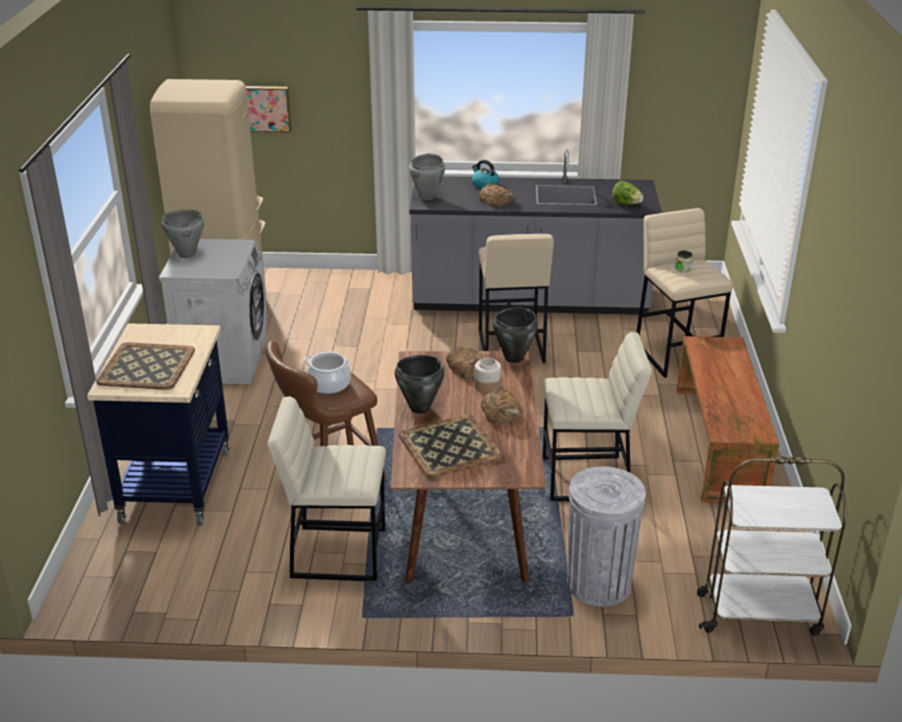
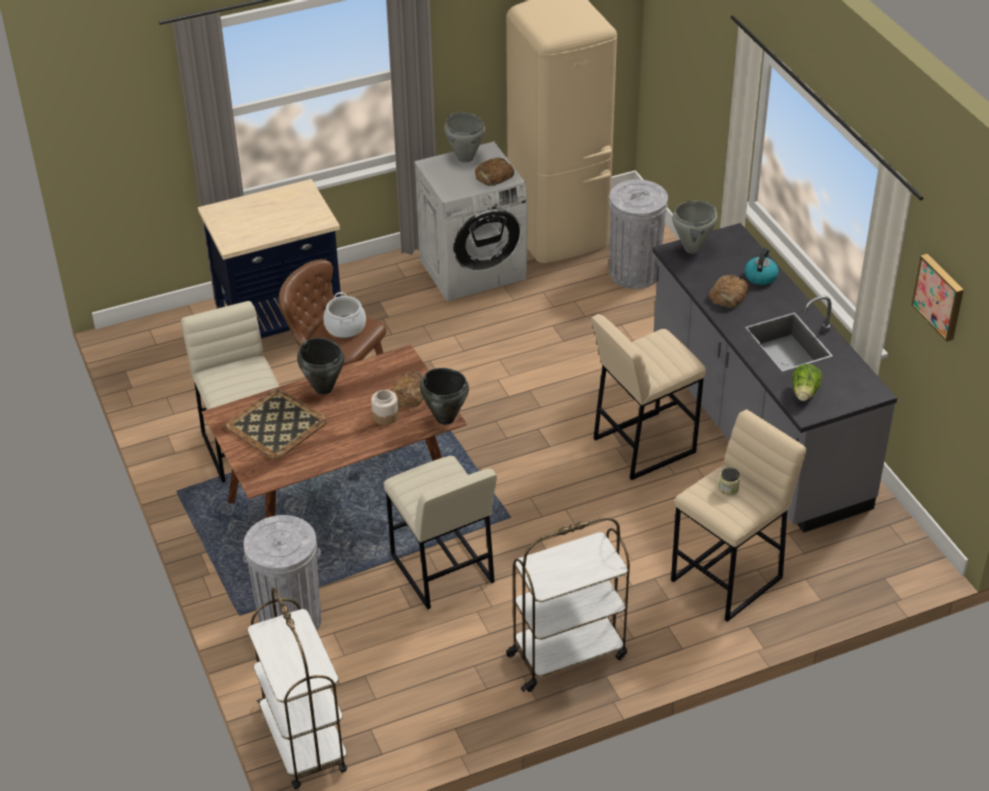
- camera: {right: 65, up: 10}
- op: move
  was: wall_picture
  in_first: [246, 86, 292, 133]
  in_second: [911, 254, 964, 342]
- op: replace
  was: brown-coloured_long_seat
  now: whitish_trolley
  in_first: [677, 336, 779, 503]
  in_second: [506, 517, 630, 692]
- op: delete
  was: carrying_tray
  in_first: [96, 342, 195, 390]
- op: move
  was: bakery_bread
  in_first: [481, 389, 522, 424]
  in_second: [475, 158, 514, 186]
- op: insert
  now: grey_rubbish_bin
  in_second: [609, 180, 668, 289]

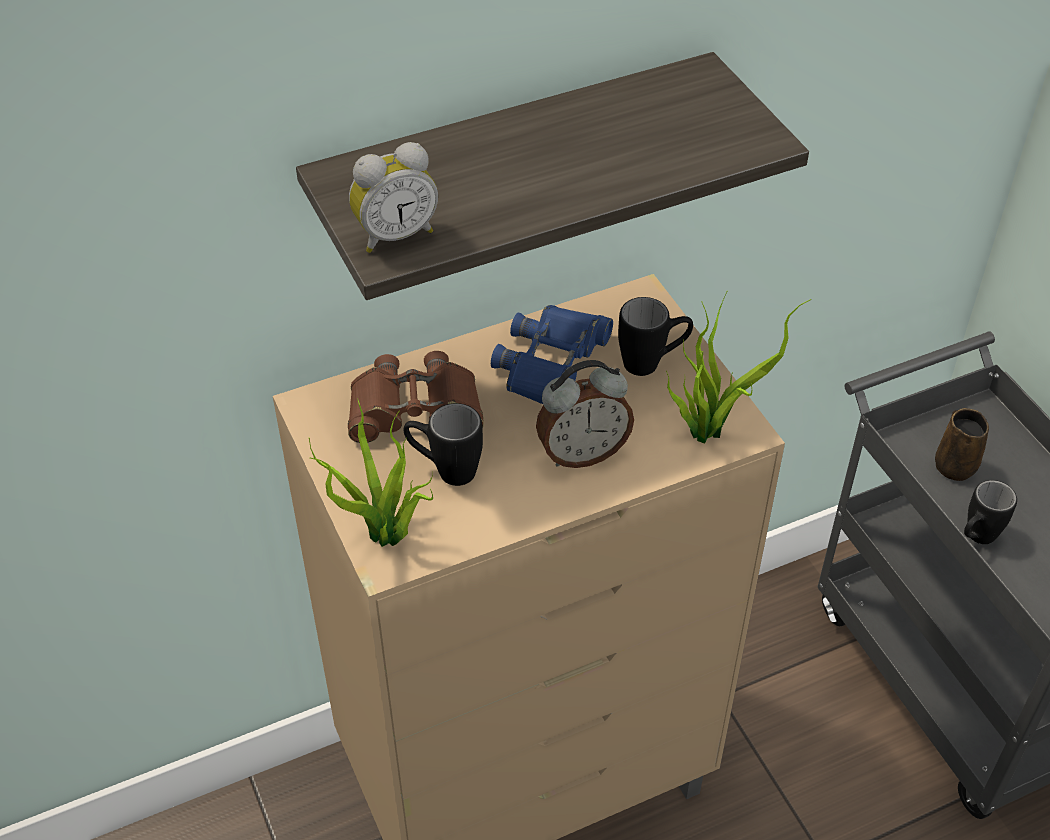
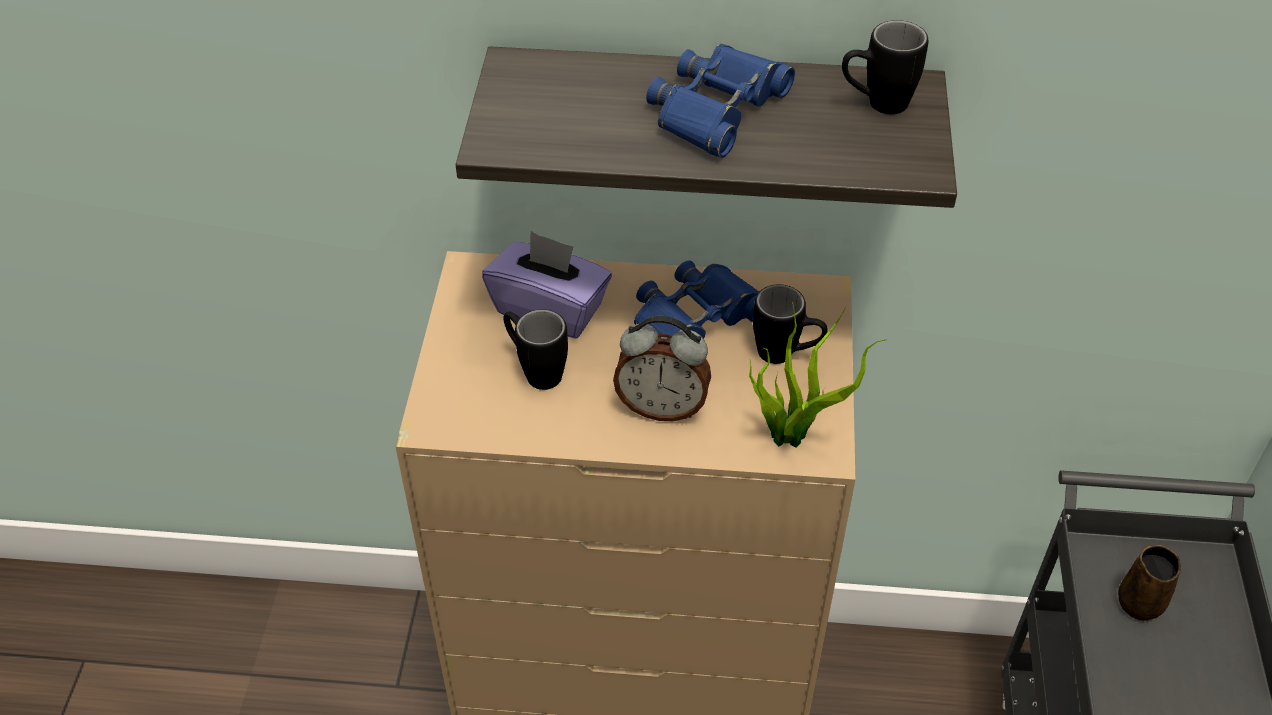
- camera: {right: 30, up: 0}
- op: delete
  was: alarm_clock
  in_first: [349, 142, 438, 253]
- op: replace
  was: brown-coloured_field_glasses
  now: purple-coloured_box_of_tissues
  in_first: [348, 351, 484, 443]
  in_second: [482, 231, 612, 339]
- op: delete
  was: houseplant
  in_first: [309, 398, 433, 547]
- op: move
  was: black-coloured_mug
  in_first: [964, 480, 1017, 544]
  in_second: [842, 20, 928, 114]
- op: insert
  now: blue-coloured_field_glasses
  in_second: [646, 44, 795, 158]

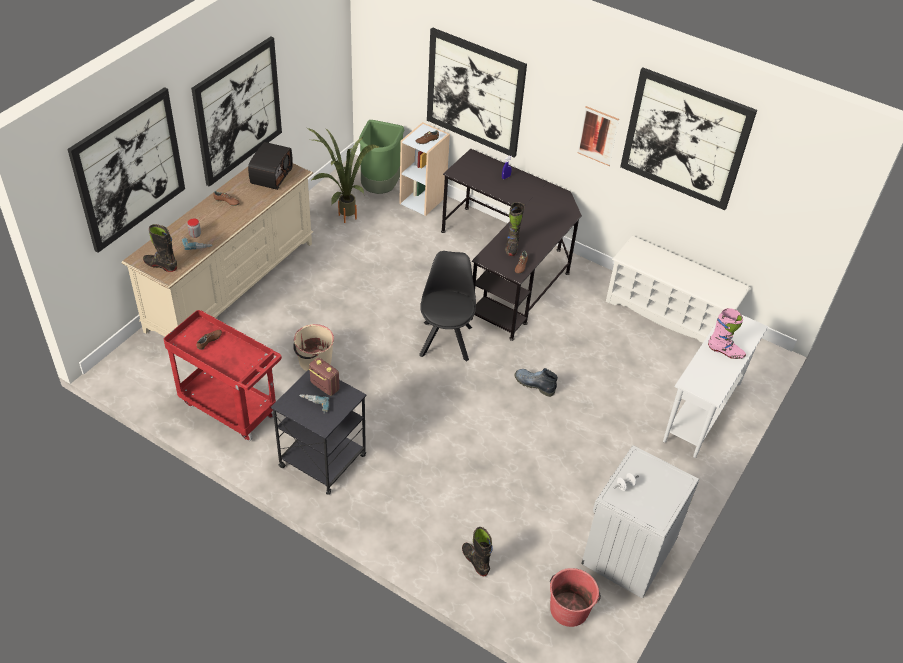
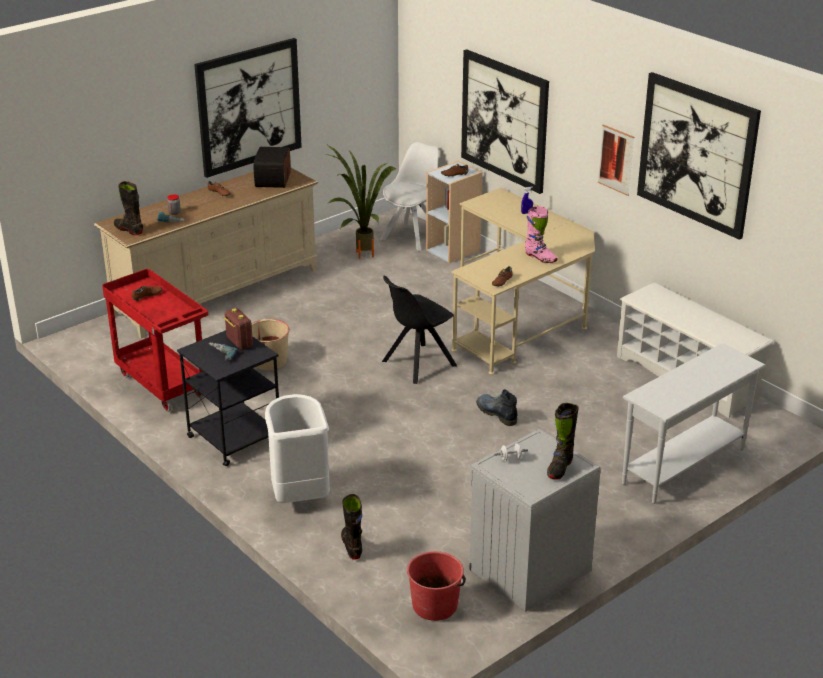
- camera: {right: 20, up: -15}
- op: delete
  was: wall_picture
  in_first: [67, 87, 185, 253]
- op: replace
  was: green_rubbish_bin
  now: whitish_plain_chair
  in_first: [359, 120, 405, 194]
  in_second: [380, 142, 439, 251]
- op: rotate
  was: radio
  in_first: [248, 142, 293, 190]
  in_second: [253, 147, 291, 188]
  clockwise: 150
- op: recolor
  was: black-coloured_desk
  now: beige-coloured_desk
  in_first: [441, 149, 582, 341]
  in_second: [451, 188, 595, 374]
- op: move
  was: black-coloured_tall_boot
  in_first: [505, 202, 524, 256]
  in_second: [547, 403, 579, 480]
- op: rotate
  was: black-coloured_plain_chair
  in_first: [419, 251, 476, 362]
  in_second: [382, 276, 457, 384]
  clockwise: -150
- op: move
  was: pink_tall_boot
  in_first: [708, 308, 746, 359]
  in_second: [525, 206, 558, 263]
- op: insert
  now: whitish_rubbish_bin
  in_second: [265, 394, 330, 503]

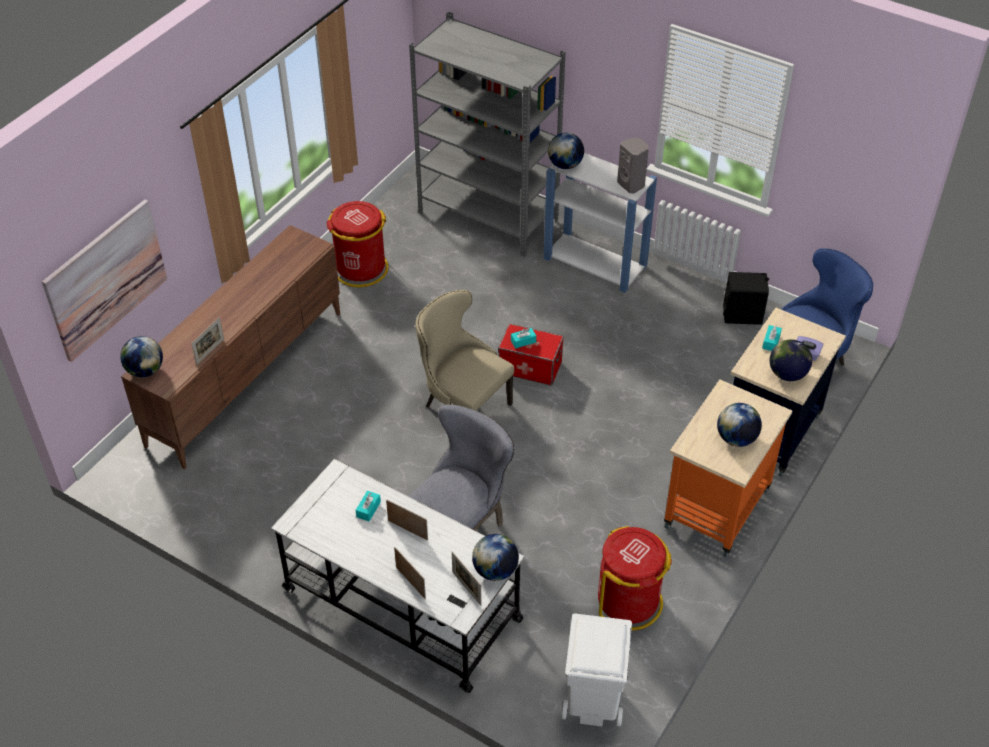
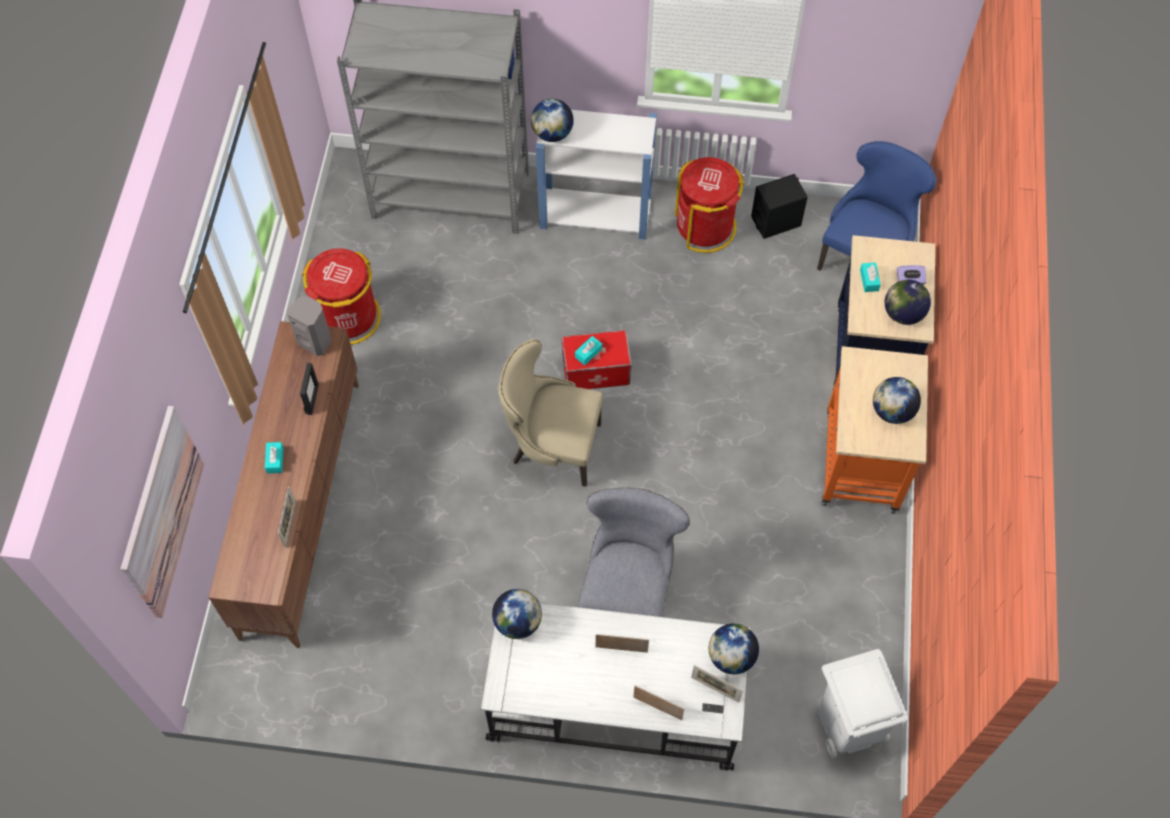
- camera: {right: -25, up: 15}
- op: move
  was: grey_speaker
  in_first: [617, 137, 649, 194]
  in_second: [287, 296, 332, 356]
- op: move
  was: globe
  in_first: [120, 336, 163, 377]
  in_second: [492, 589, 542, 639]
- op: move
  was: blue-green_box_of_tissues
  in_first: [356, 491, 381, 521]
  in_second: [265, 442, 283, 473]
- op: move
  was: reddish_rubbish_bin
  in_first: [598, 526, 672, 631]
  in_second: [675, 157, 744, 253]
- op: insert
  now: photo_frame
  in_second: [300, 363, 319, 415]

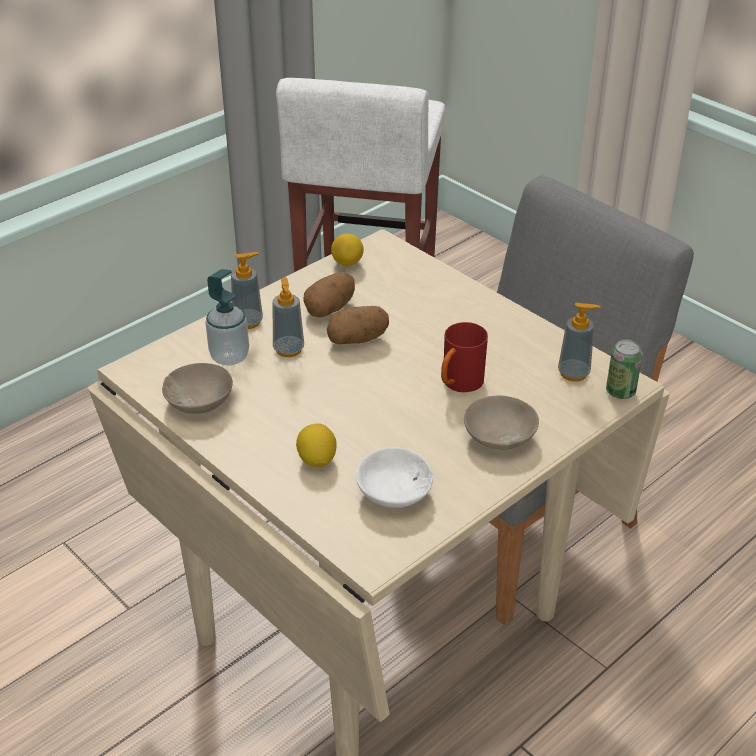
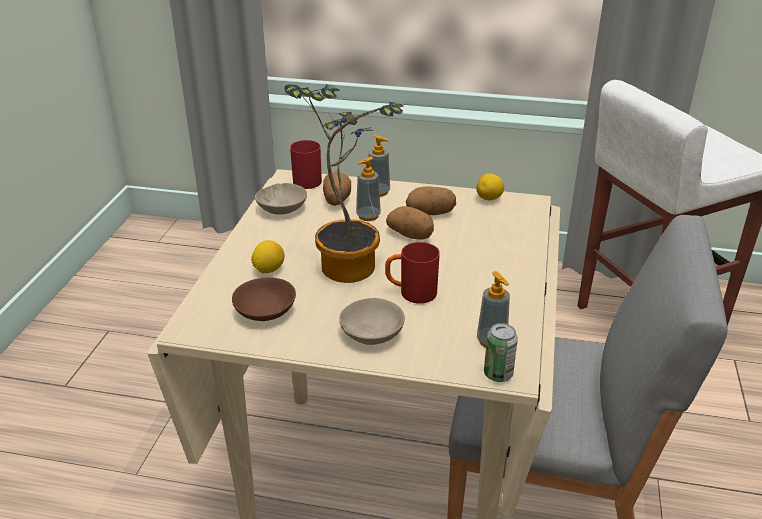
- camera: {right: 55, up: -5}
- op: replace
  was: soap_dispenser
  now: spud
  in_first: [205, 269, 249, 366]
  in_second: [323, 172, 351, 206]
- op: recolor
  was: whitish_bowl
  now: brown-coloured_bowl
  in_first: [356, 447, 433, 508]
  in_second: [232, 277, 296, 321]
- op: insert
  now: houseplant
  in_second: [284, 84, 403, 283]
- op: insert
  now: reddish_mug
  in_second: [290, 140, 322, 189]

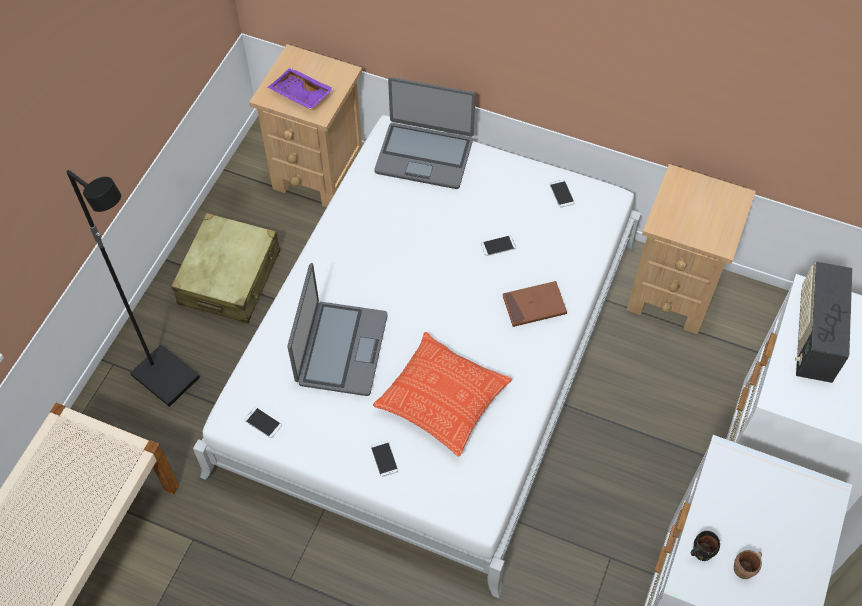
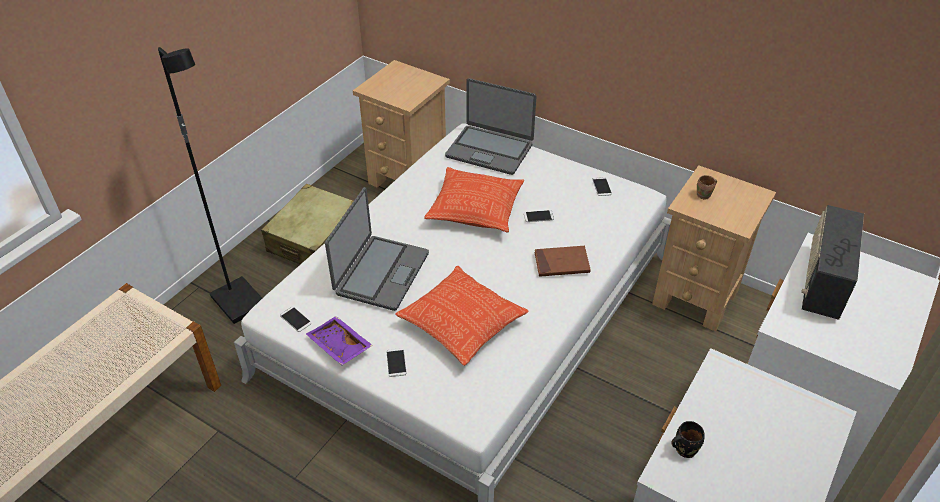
- camera: {right: 10, up: -15}
- op: move
  was: purple-coloured_carrying_tray
  in_first: [268, 68, 334, 109]
  in_second: [306, 316, 373, 365]
- op: move
  was: brown-coloured_mug
  in_first: [734, 550, 762, 579]
  in_second: [697, 175, 717, 199]
- op: insert
  now: orangey_pillow
  in_second: [424, 167, 524, 232]

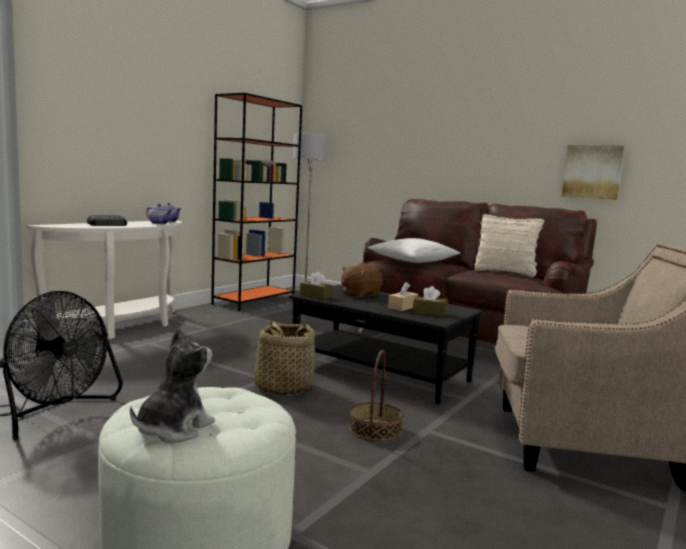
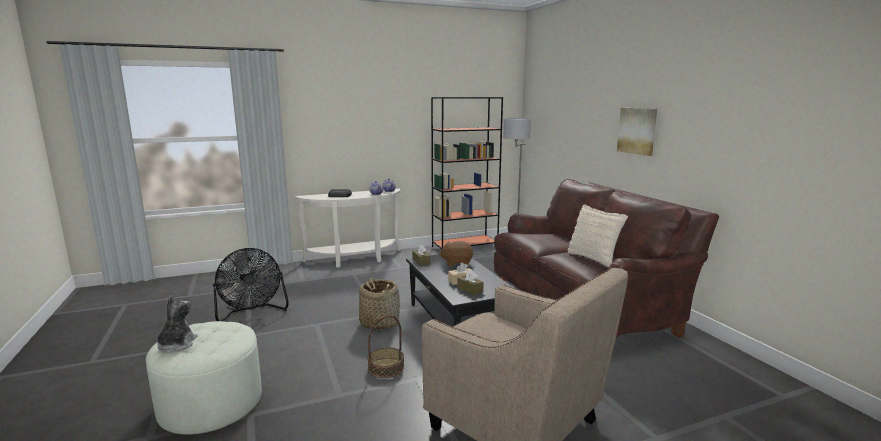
- camera: {right: 35, up: 5}
- op: move
  was: wall_picture
  in_first: [562, 145, 625, 200]
  in_second: [617, 108, 657, 156]
- op: delete
  was: whitish_pillow
  in_first: [368, 238, 460, 263]
- op: rotate
  was: cuddly_toy
  in_first: [130, 327, 215, 443]
  in_second: [157, 295, 198, 351]
  clockwise: -60

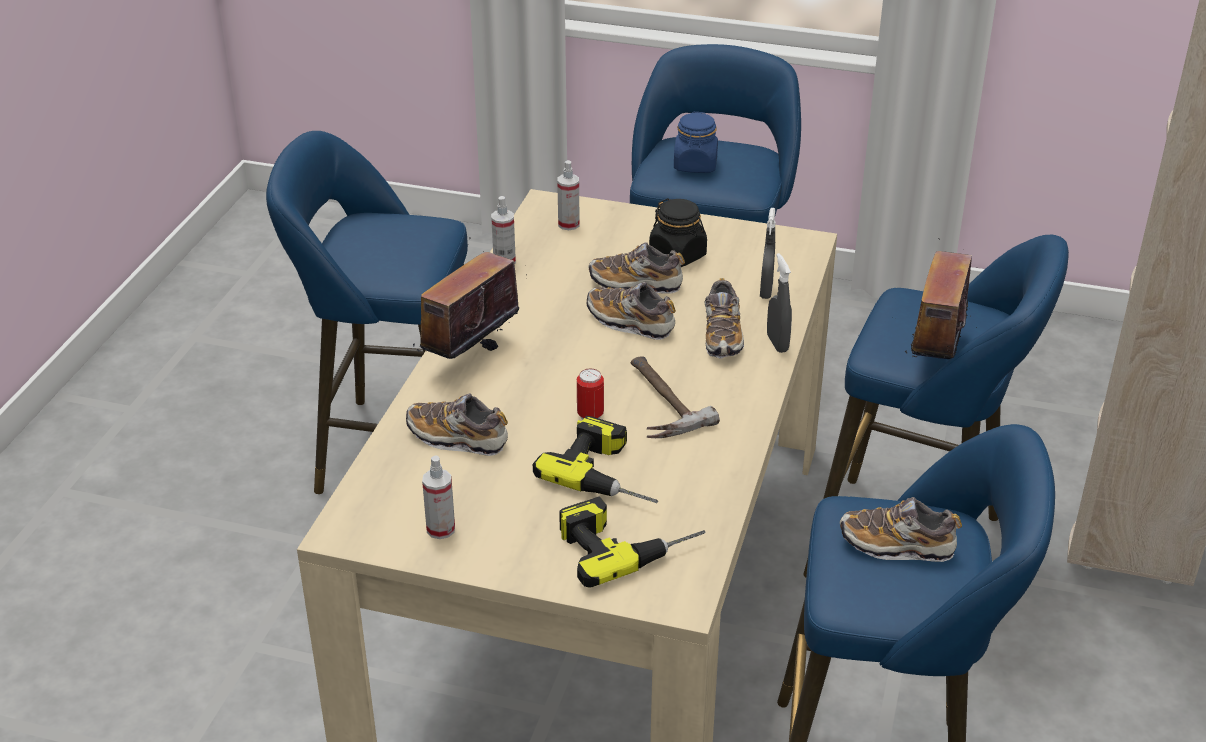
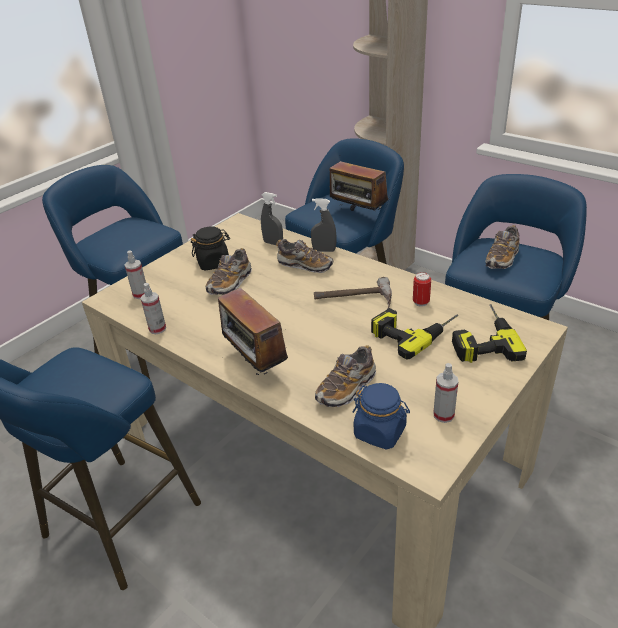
- camera: {right: -65, up: 0}
- op: move
  was: blue-coloured_storage_jar
  in_first: [674, 112, 718, 173]
  in_second: [353, 383, 410, 450]
- op: delete
  was: item_of_footwear
  in_first: [587, 282, 676, 340]
- op: move
  was: can
  in_first: [577, 369, 604, 420]
  in_second: [413, 272, 431, 307]

